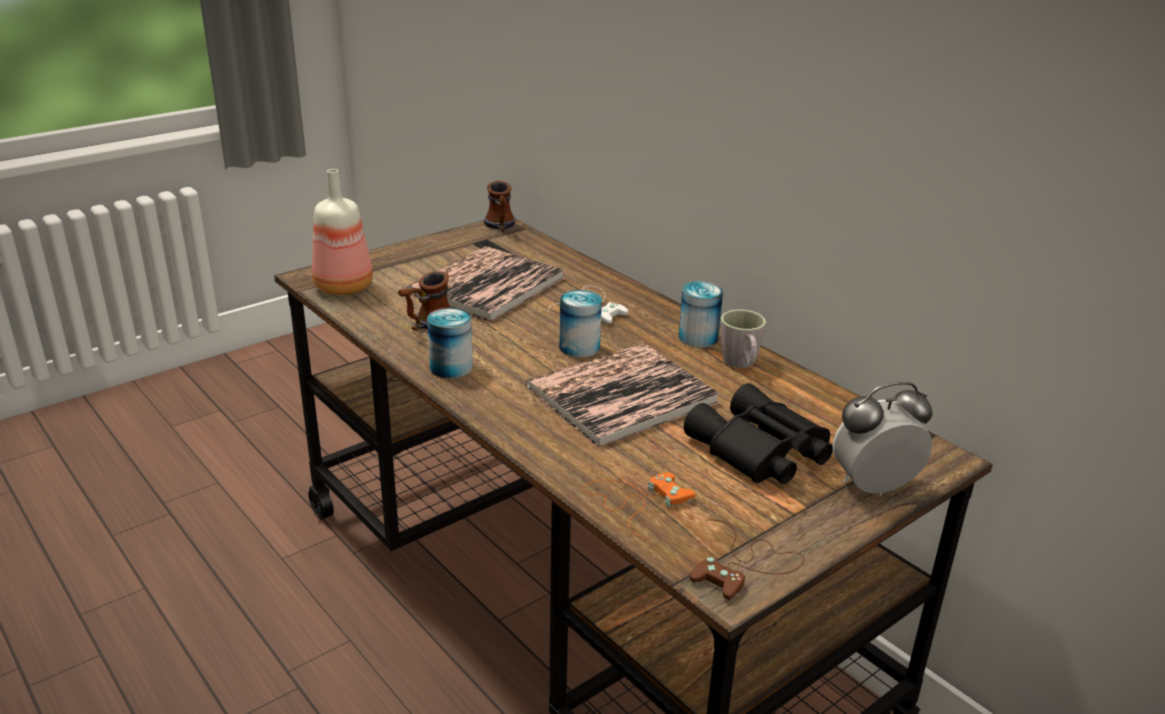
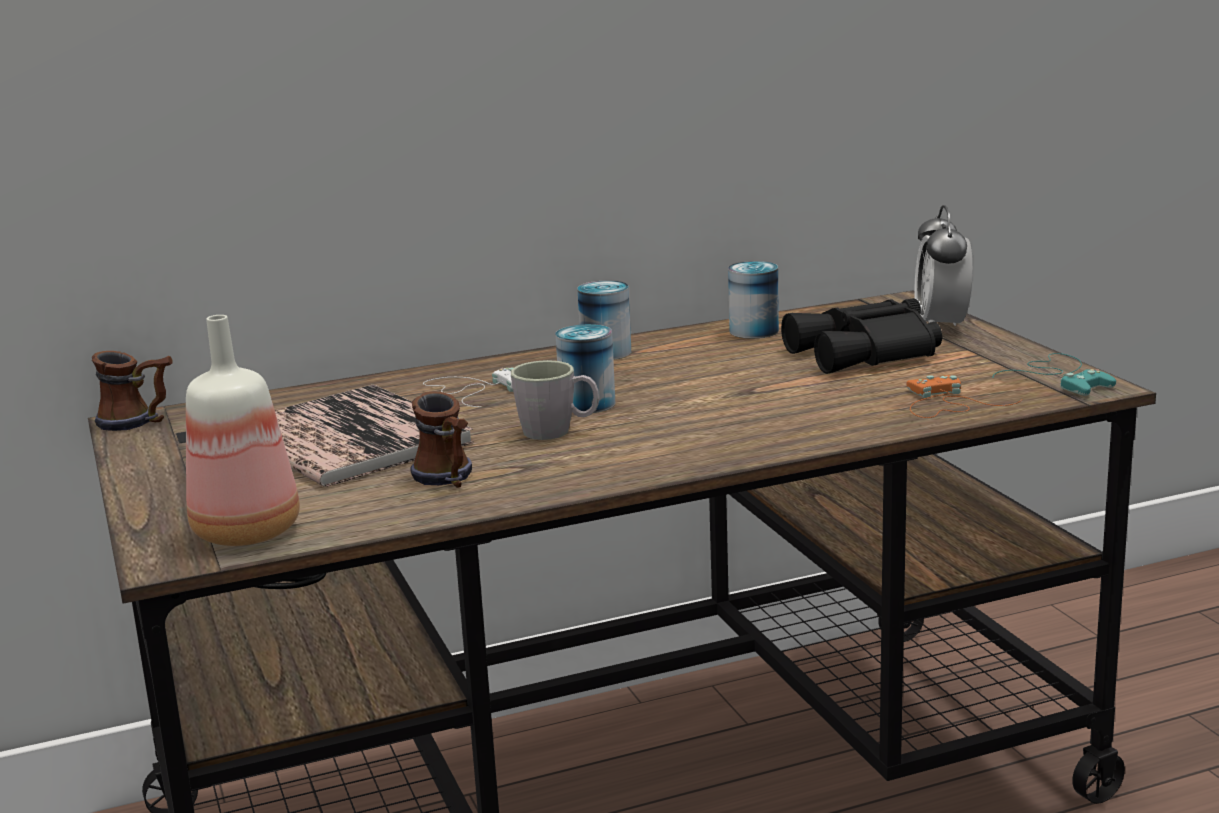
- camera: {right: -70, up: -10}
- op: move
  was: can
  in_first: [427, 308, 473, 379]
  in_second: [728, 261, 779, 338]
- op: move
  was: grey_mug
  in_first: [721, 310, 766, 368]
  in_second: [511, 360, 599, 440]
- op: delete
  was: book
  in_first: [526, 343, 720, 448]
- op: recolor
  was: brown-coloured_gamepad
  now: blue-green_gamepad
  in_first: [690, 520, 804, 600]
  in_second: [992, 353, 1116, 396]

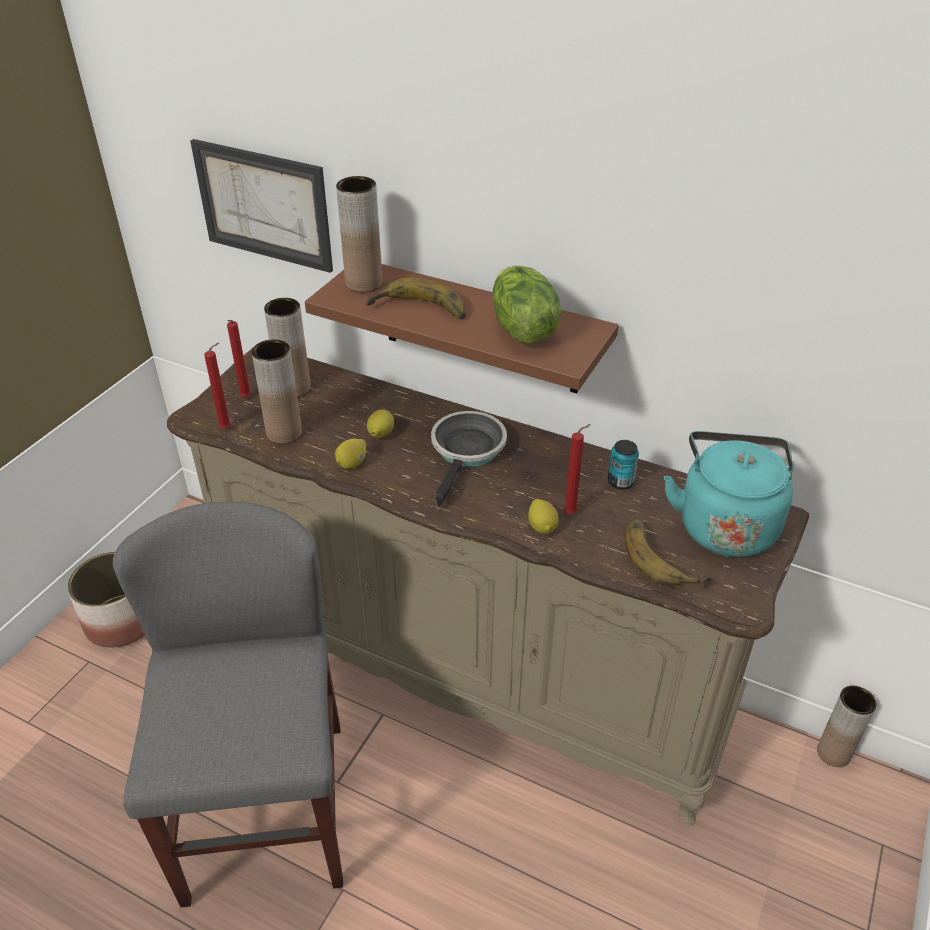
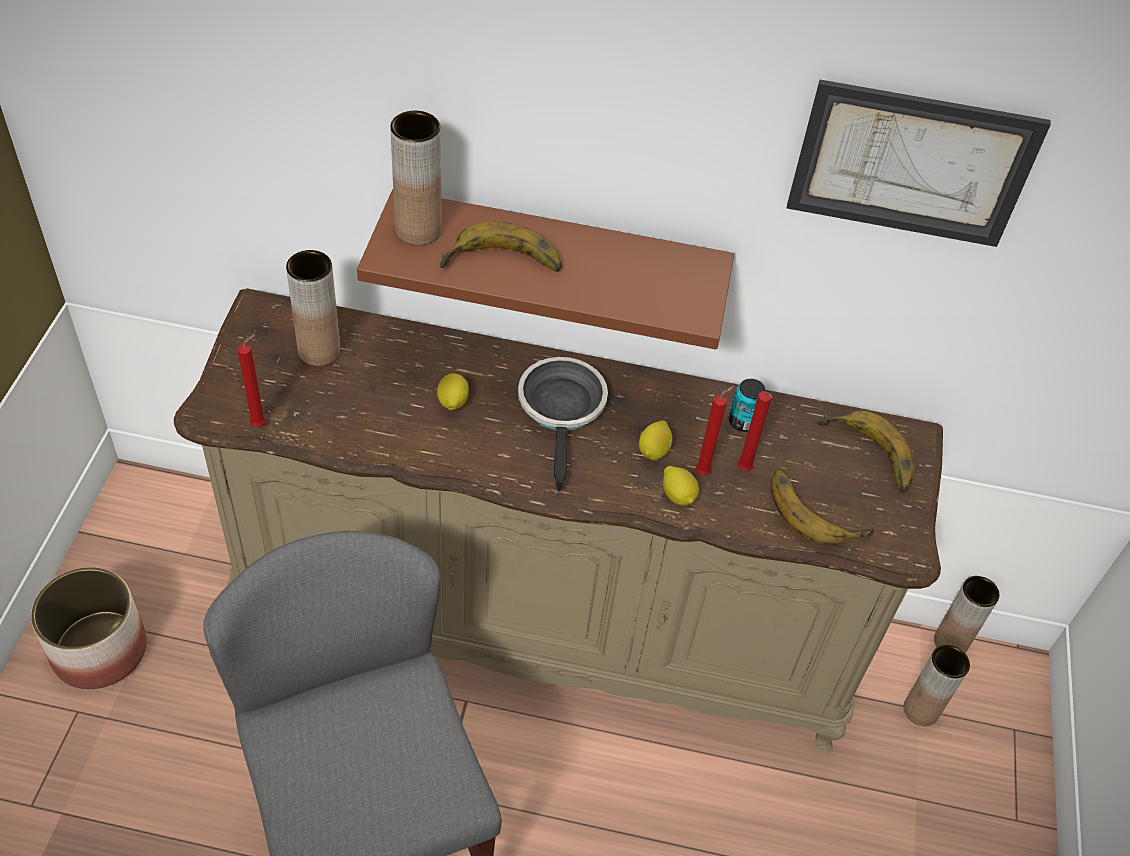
- camera: {right: -20, up: 10}
- op: move
  was: wall_picture
  in_first: [190, 139, 333, 273]
  in_second: [787, 80, 1051, 247]
- op: delete
  was: head_of_lettuce
  in_first: [493, 265, 561, 344]
- op: move
  was: reddish_candle
  in_first: [227, 320, 251, 398]
  in_second: [738, 391, 772, 471]
- op: move
  was: brown-coloured_vase
  in_first: [252, 339, 302, 444]
  in_second: [904, 644, 970, 726]
- op: replace
  was: blue-green_kettle
  now: whole_banana
  in_first: [664, 431, 794, 557]
  in_second: [817, 410, 915, 493]
- op: move
  was: lemon
  in_first: [335, 439, 366, 469]
  in_second: [639, 421, 673, 460]

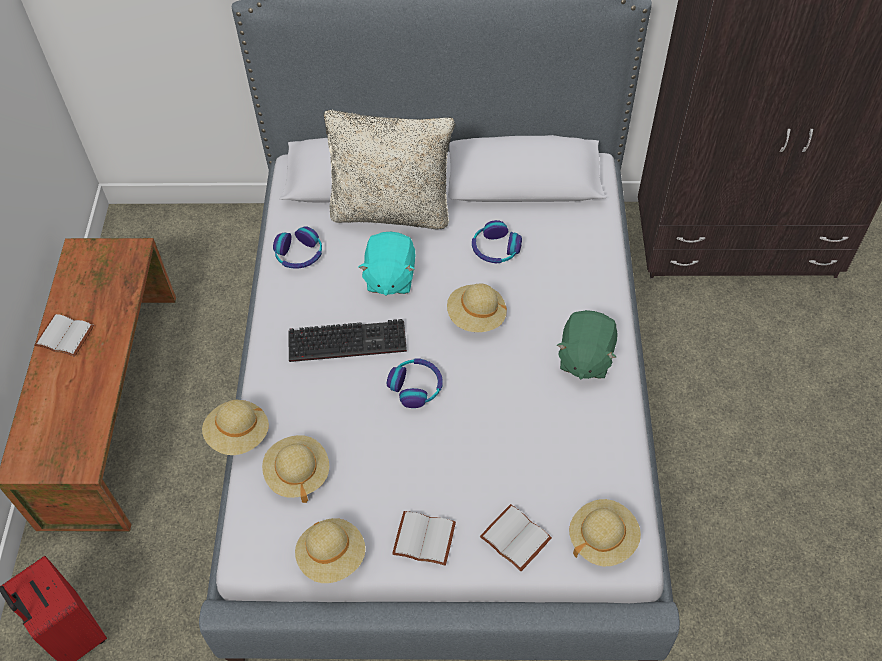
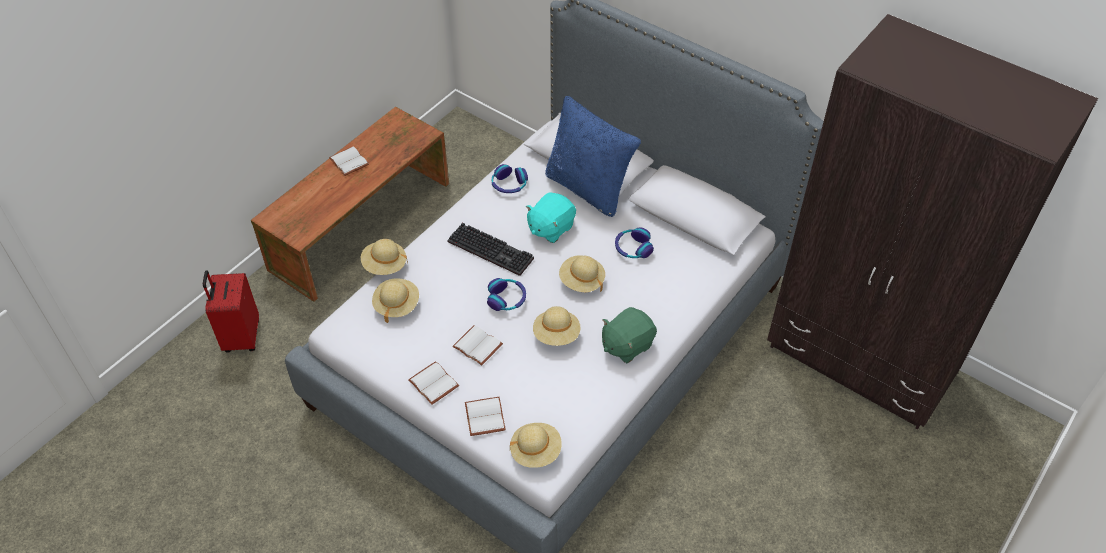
- camera: {right: 35, up: -5}
- op: recolor
  was: beige-coloured_pillow
  now: blue-coloured_pillow
  in_first: [324, 109, 455, 230]
  in_second: [545, 95, 641, 217]
- op: move
  was: beige-coloured_wearable_hat
  in_first: [295, 518, 366, 583]
  in_second: [533, 306, 580, 346]
- op: insert
  now: whitish_book
  in_second: [452, 325, 503, 366]

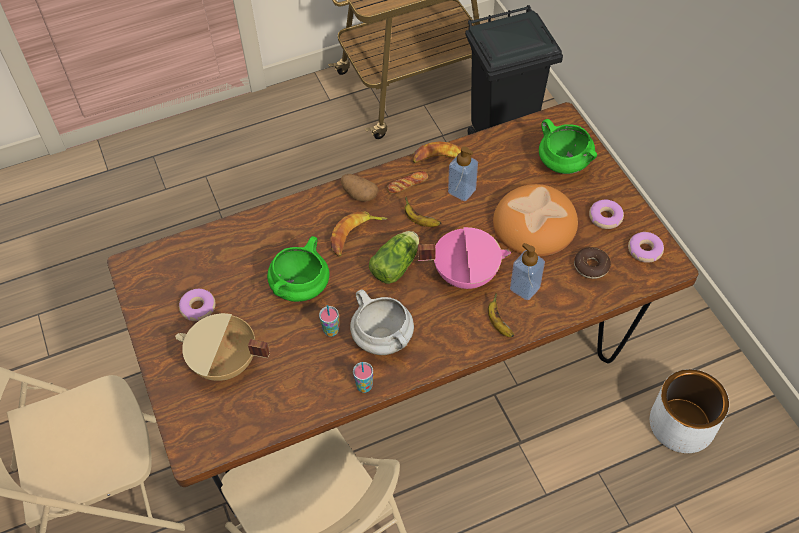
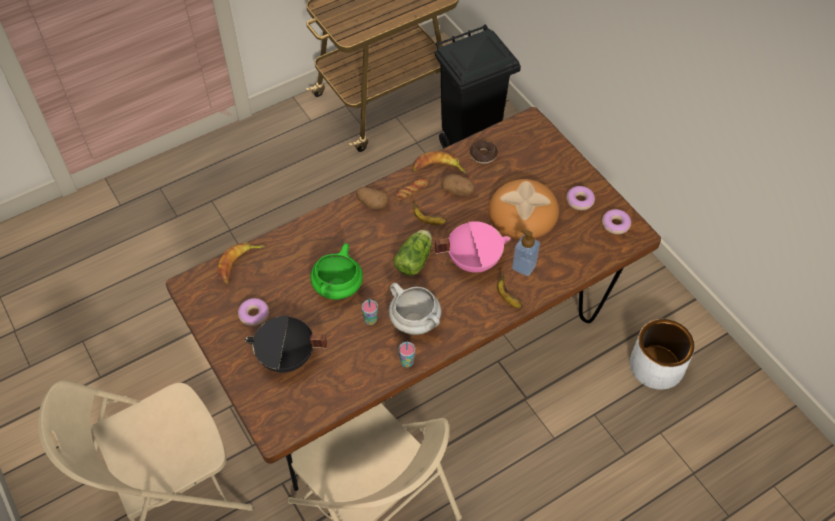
- camera: {right: -10, up: 0}
- op: delete
  was: green_saucepot
  in_first: [539, 119, 597, 174]
- op: replace
  was: soap_dispenser
  now: spud
  in_first: [448, 147, 478, 201]
  in_second: [441, 174, 475, 196]
- op: move
  was: whole_banana
  in_first: [330, 212, 387, 257]
  in_second: [217, 242, 266, 284]
- op: move
  was: donut
  in_first: [574, 247, 611, 279]
  in_second: [470, 140, 498, 164]
- op: recolor
  was: beige-coloured_saucepot
  now: black-coloured_saucepot
  in_first: [175, 313, 270, 381]
  in_second: [245, 316, 327, 373]

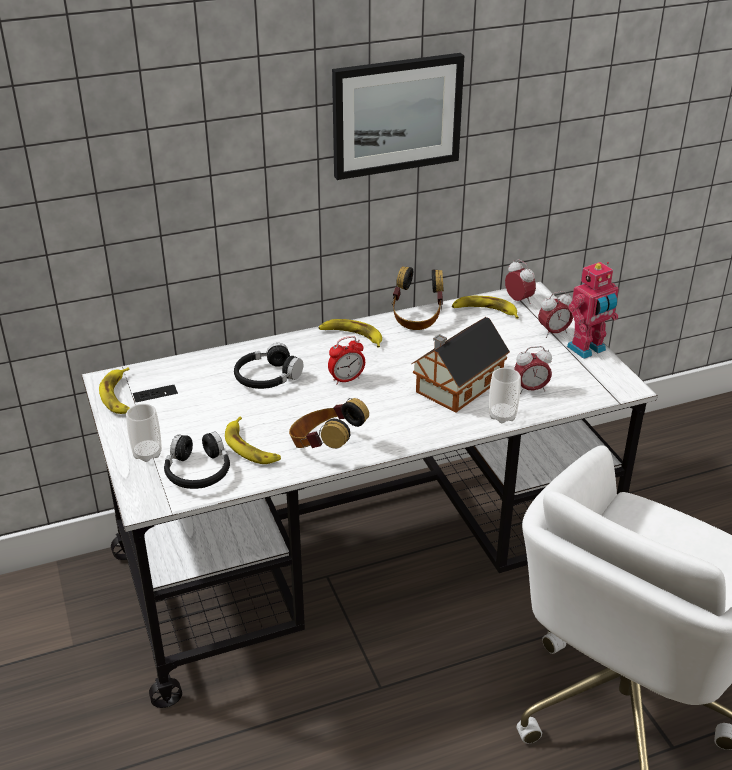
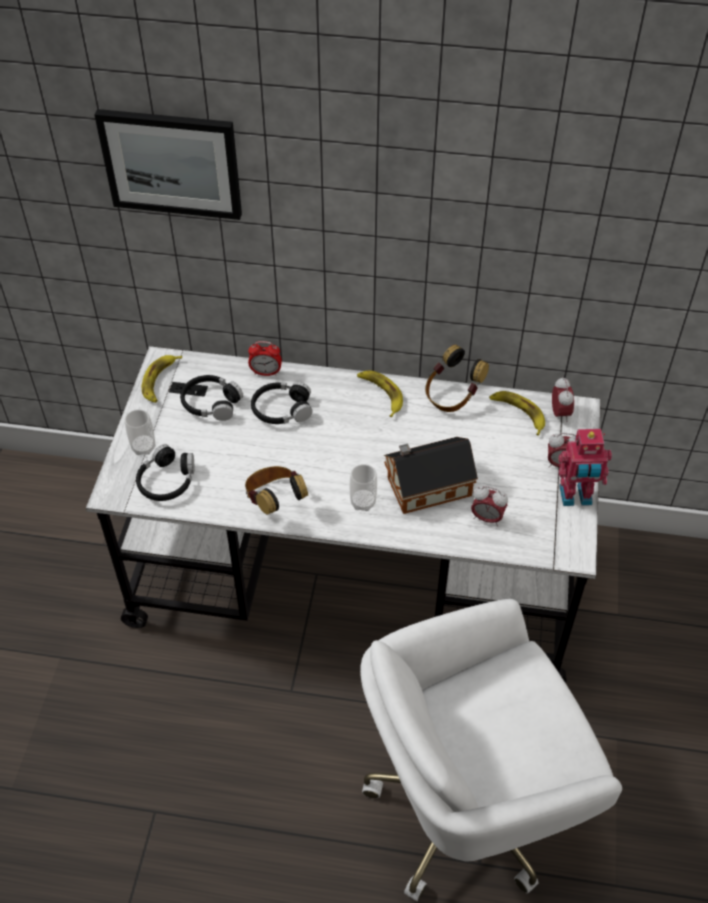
- camera: {right: 30, up: 15}
- op: move
  was: wall_picture
  in_first: [332, 53, 464, 180]
  in_second: [94, 109, 242, 220]
- op: move
  was: alarm_clock
  in_first: [328, 336, 365, 384]
  in_second: [248, 341, 282, 376]
- op: move
  was: drinking_cup
  in_first: [489, 368, 521, 423]
  in_second: [350, 464, 377, 511]
- op: delete
  was: whole_banana
  in_first: [225, 417, 281, 464]
- op: insert
  now: black-coloured_pair_of_headphones
  in_second: [180, 375, 243, 421]

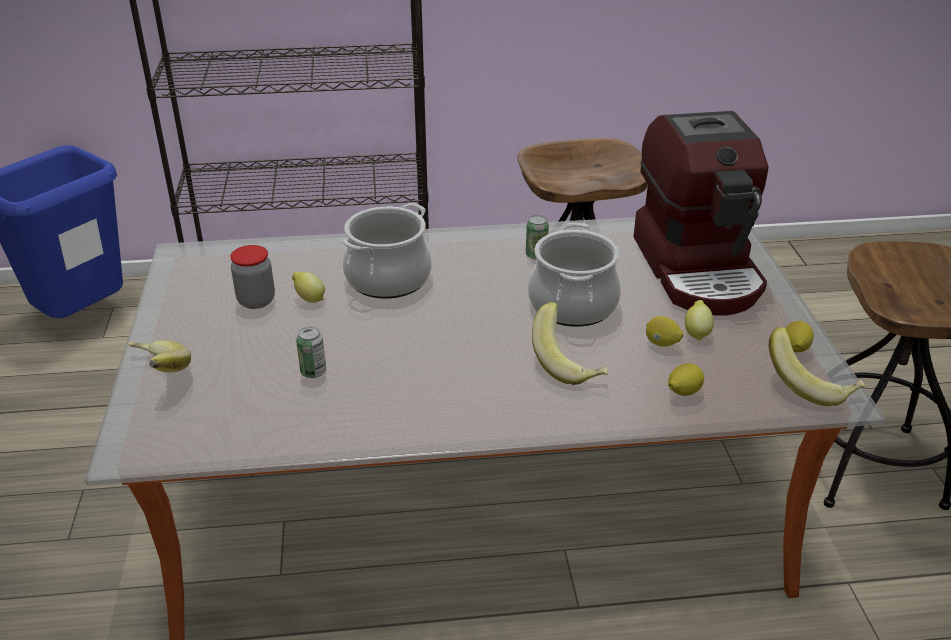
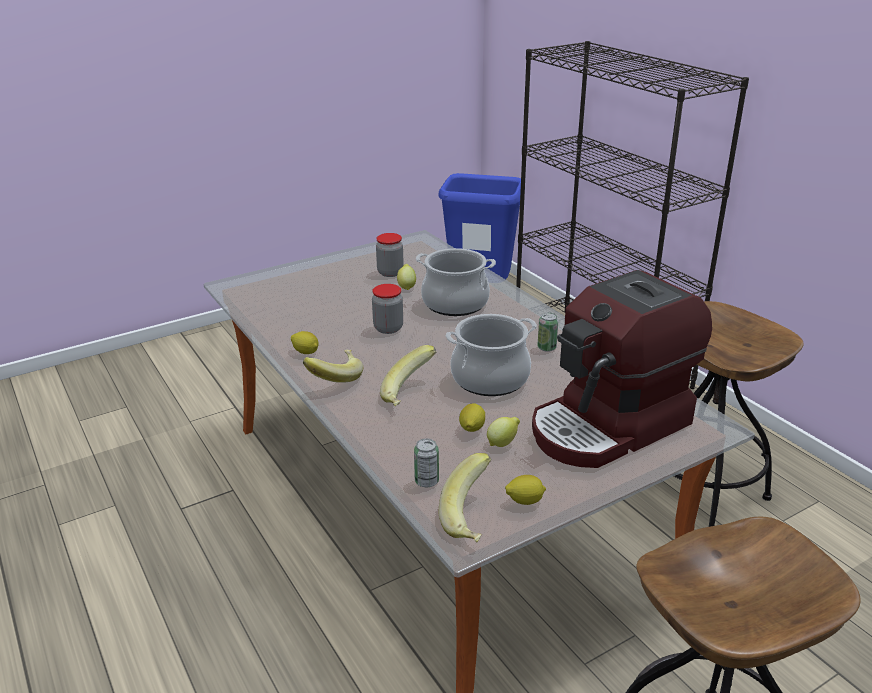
- camera: {right: 65, up: -5}
- op: move
  was: can
  in_first: [296, 327, 326, 378]
  in_second: [414, 439, 439, 487]
- op: move
  was: whole_banana
  in_first: [129, 340, 191, 373]
  in_second: [303, 350, 363, 383]
- op: move
  was: lemon
  in_first: [668, 363, 704, 396]
  in_second: [291, 331, 319, 354]
- op: insert
  now: storage_jar
  in_second: [372, 284, 403, 334]

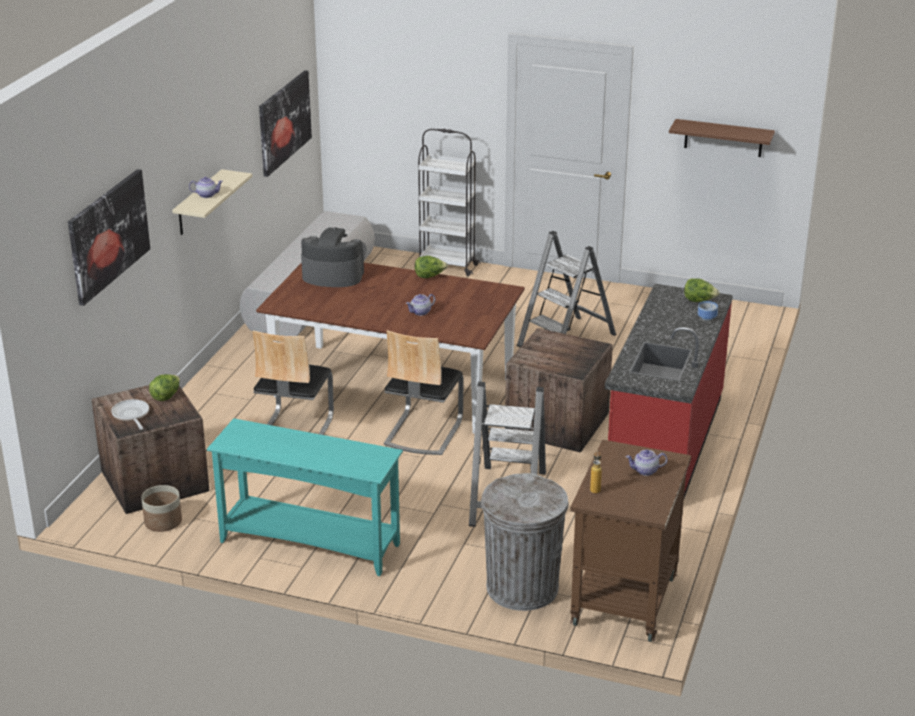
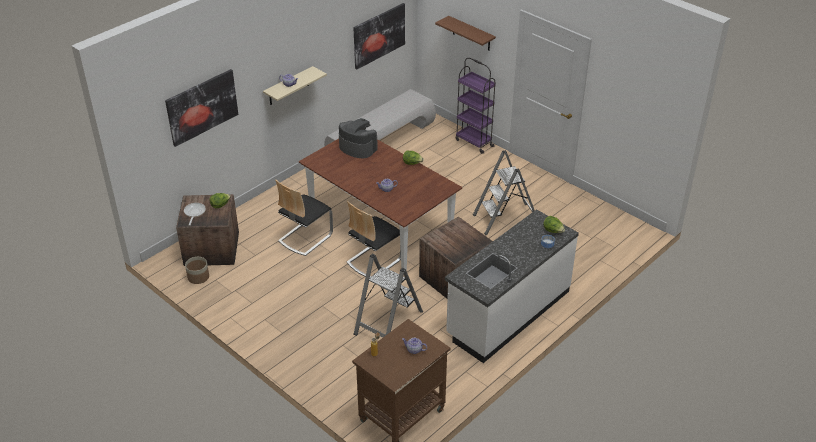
- camera: {right: 25, up: 10}
- op: move
  was: brown-coloured_bracket_shelf
  in_first: [669, 119, 775, 157]
  in_second: [435, 16, 496, 51]
- op: recolor
  was: whitish_trolley
  now: purple-coloured_trolley
  in_first: [418, 129, 481, 276]
  in_second: [456, 58, 496, 154]
- op: recolor
  was: reddish_counter
  now: whitish_counter
  in_first: [605, 284, 733, 498]
  in_second: [445, 209, 579, 363]
- op: delete
  was: blue-green_narrow_table
  in_first: [207, 418, 403, 576]
- op: delete
  was: grey_rubbish_bin
  in_first: [481, 473, 569, 611]

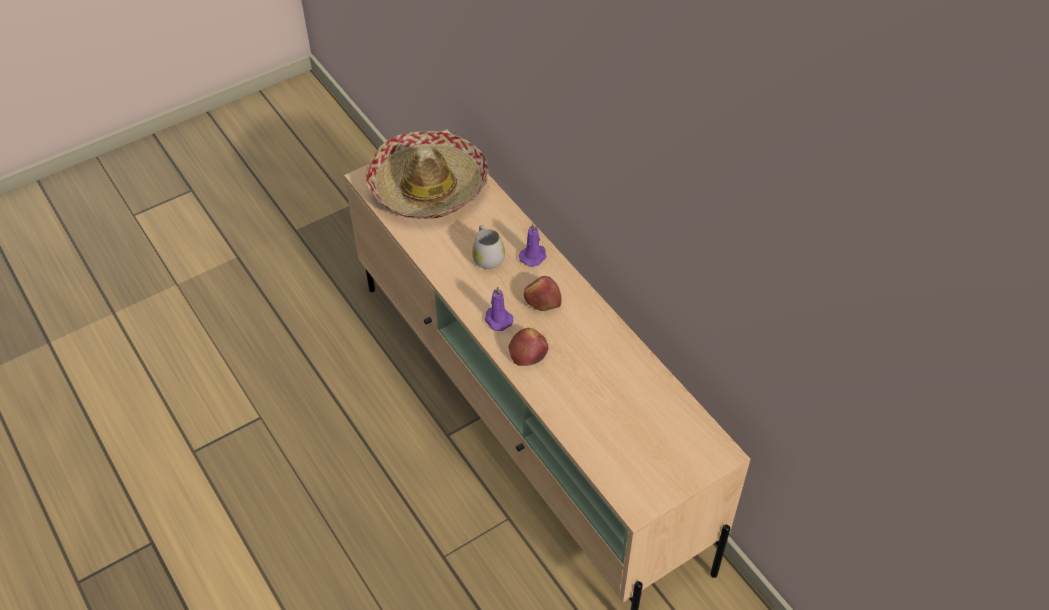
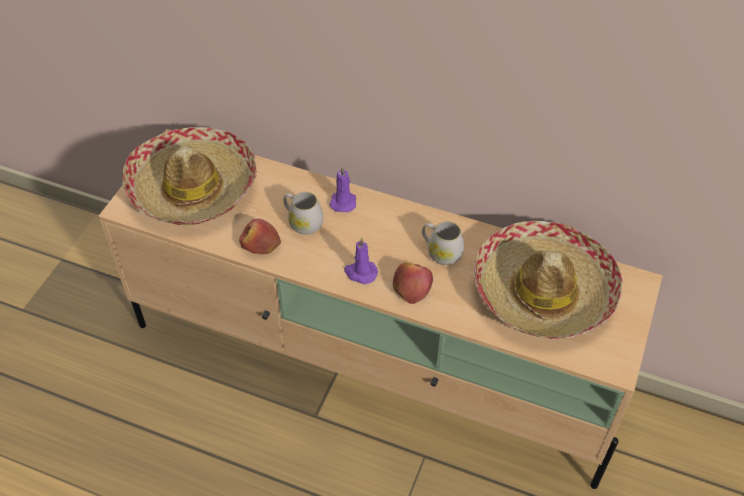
- camera: {right: -35, up: 0}
- op: move
  was: whole_apple
  in_first: [524, 276, 561, 311]
  in_second: [239, 219, 281, 254]
- op: insert
  now: whitish_mug
  in_second: [422, 221, 464, 265]
- op: insert
  now: wearable_hat
  in_second: [473, 221, 622, 339]

